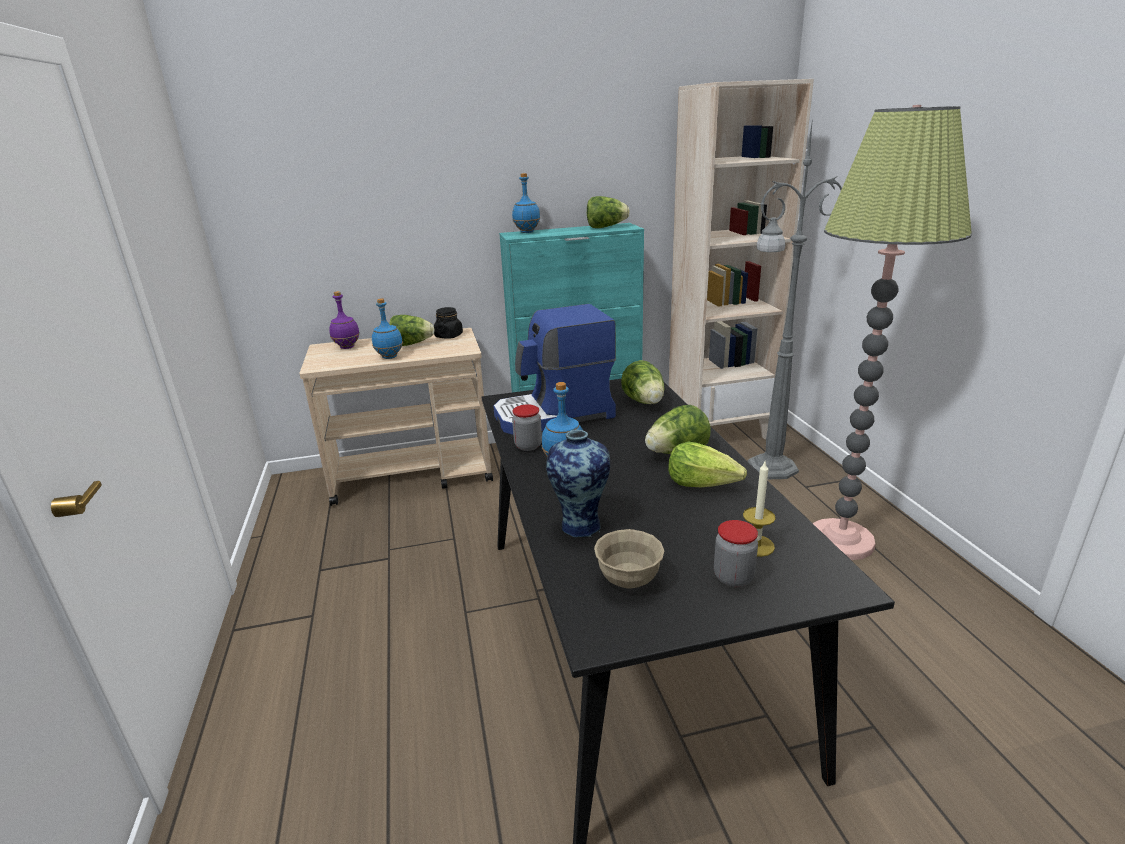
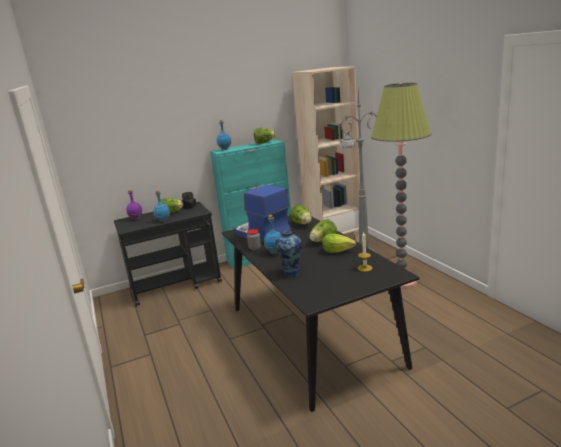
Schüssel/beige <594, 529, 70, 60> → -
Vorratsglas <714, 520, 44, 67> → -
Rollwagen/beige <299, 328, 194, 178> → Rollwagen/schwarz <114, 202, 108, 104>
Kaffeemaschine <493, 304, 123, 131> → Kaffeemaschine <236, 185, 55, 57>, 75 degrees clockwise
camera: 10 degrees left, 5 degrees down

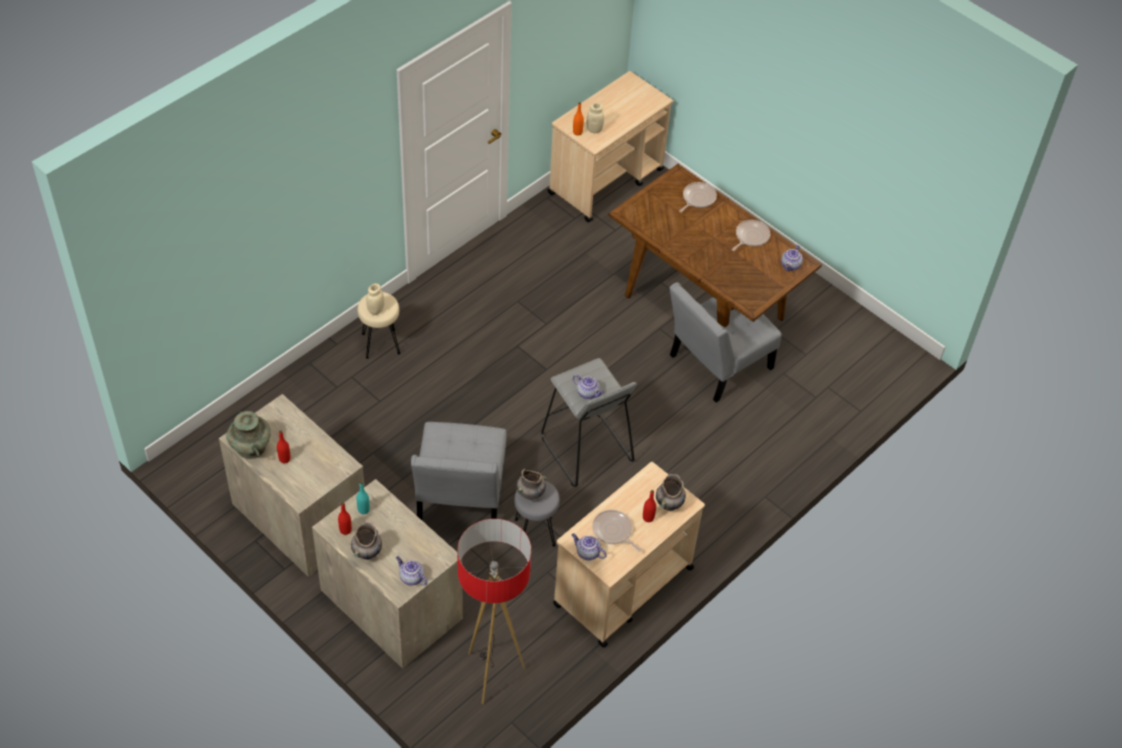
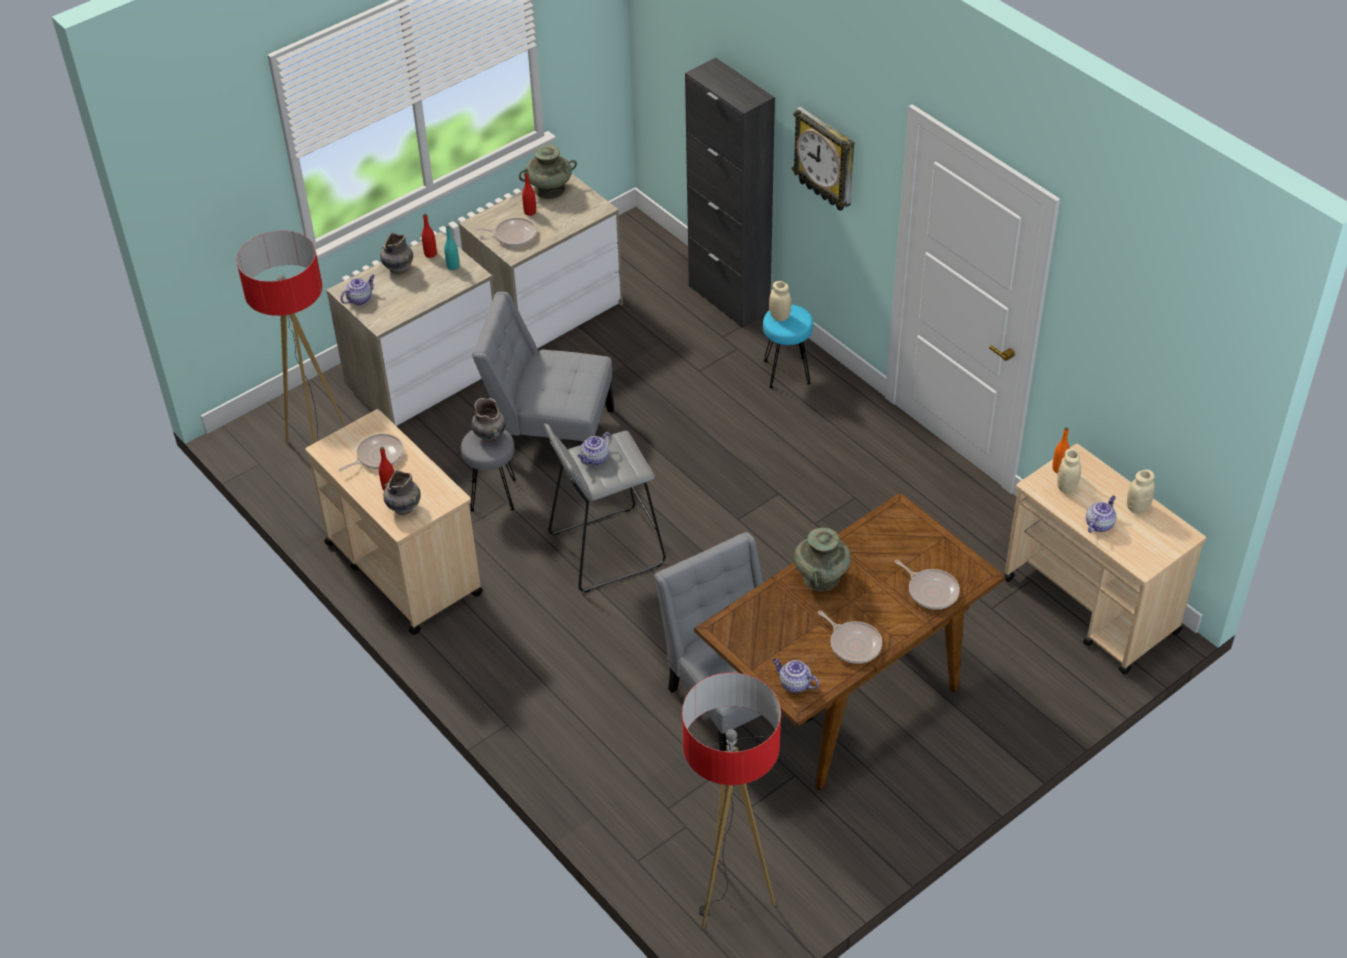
- → Pfanne <473, 218, 64, 29>
- → Stehlampe <682, 672, 99, 257>
- → Schrank/schwarz <685, 58, 90, 270>
- → Wanduhr <792, 106, 62, 105>
- → Vase/türkis <794, 528, 57, 63>
- → Vorratsglas/beige <1127, 470, 28, 43>
Teekanne <572, 533, 35, 27> → Teekanne <1086, 496, 30, 37>, move
Hocker/beige <357, 292, 43, 67> → Hocker/türkis <763, 304, 50, 84>
camera: 100 degrees right, 5 degrees down

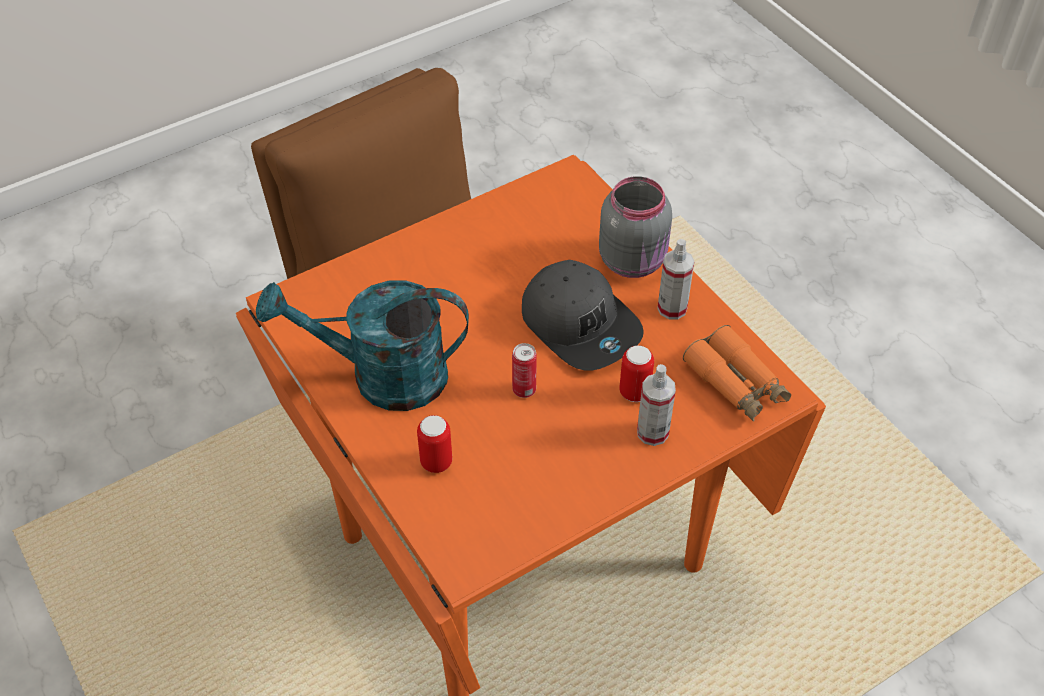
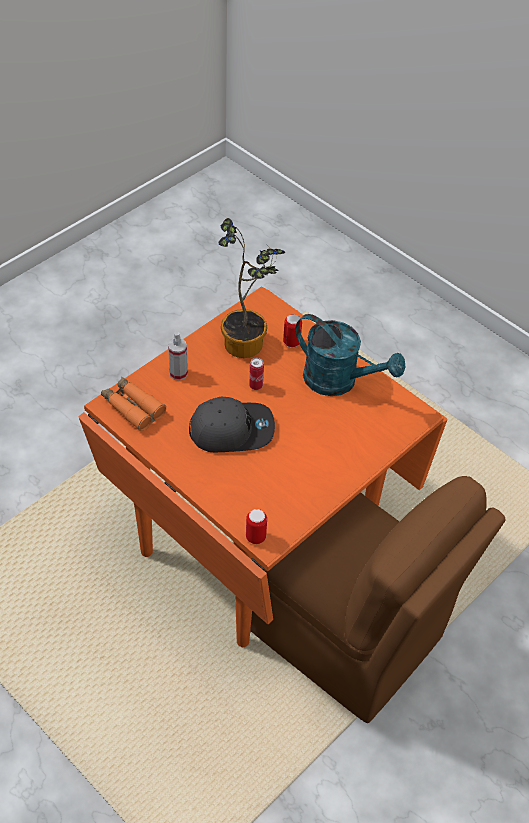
Vorratsglas/grau <599, 176, 73, 102> → -
Sprühflasche <657, 239, 37, 80> → -
- → Topfpflanze <218, 218, 67, 140>
Dose <619, 345, 35, 57> → Dose <246, 509, 21, 35>, move
Gießkanne/türkis <256, 281, 213, 130> → Gießkanne/türkis <295, 314, 110, 82>, 45 degrees clockwise
Kappe/grau <522, 260, 122, 110> → Kappe/grau <189, 397, 86, 56>, 135 degrees clockwise
camera: 165 degrees right, 0 degrees up

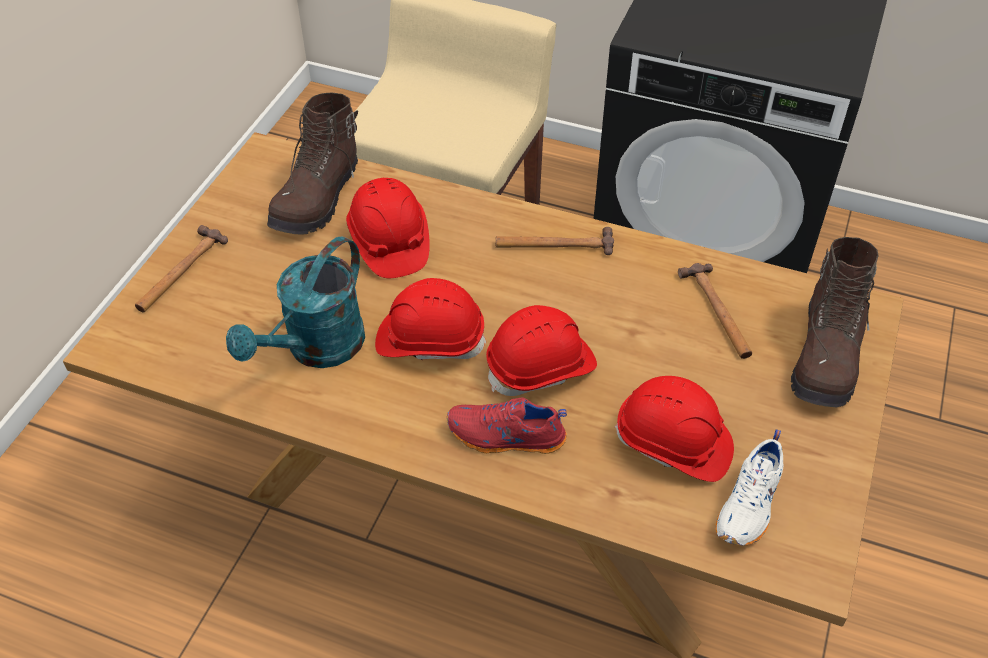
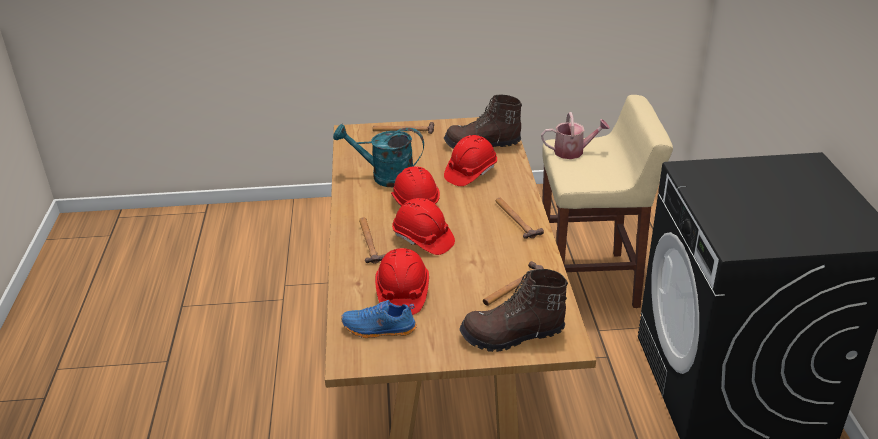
- → Gießkanne <541, 112, 69, 47>
Schuh/rot <447, 397, 120, 57> → Hammer <359, 217, 27, 47>
Schuh/weiß <715, 429, 69, 117> → Schuh/blau <341, 300, 76, 38>
camera: 65 degrees right, 15 degrees down

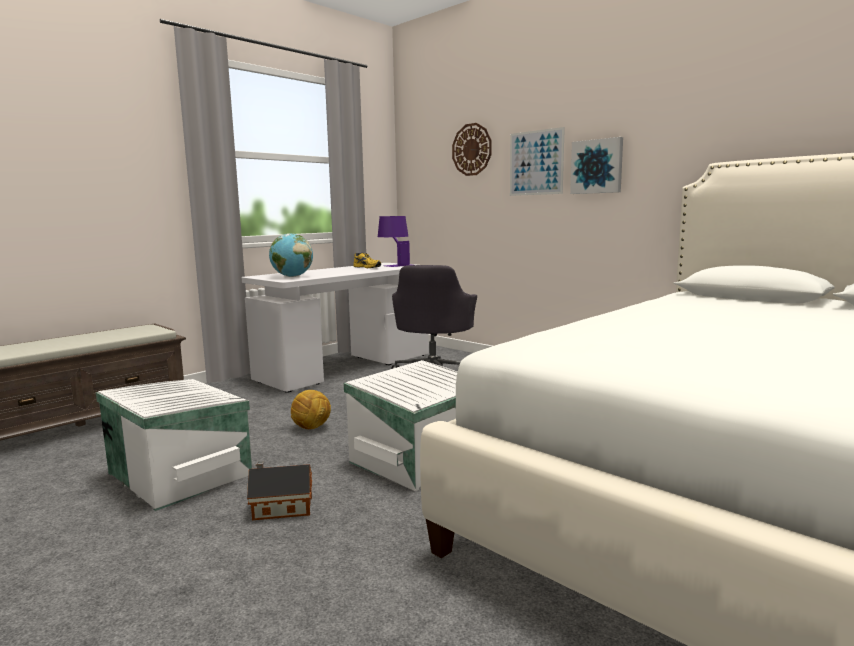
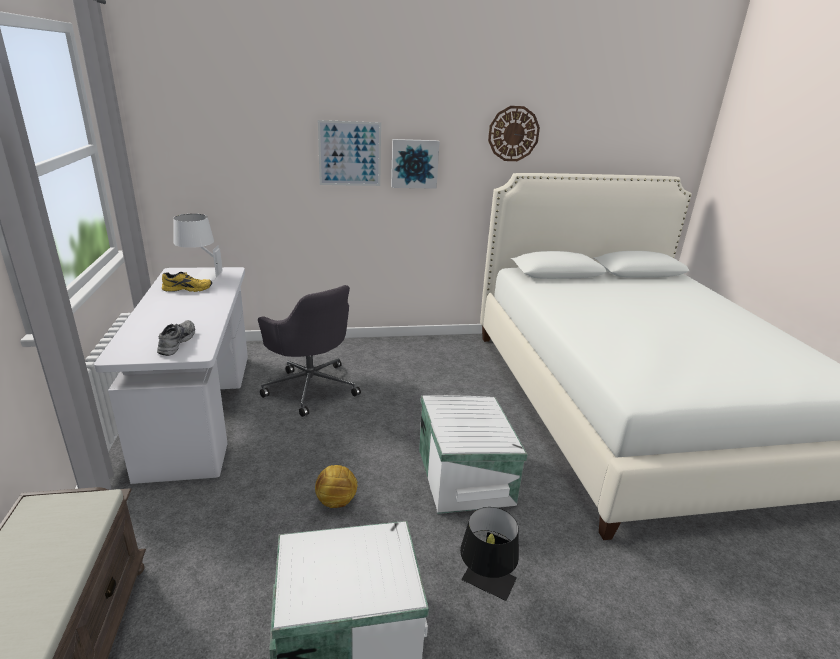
Wanduhr <452, 123, 40, 53> → Wanduhr <488, 106, 52, 55>, move
Spielzeughaus <247, 461, 65, 59> → Tischlampe/schwarz <460, 507, 59, 94>
Globus <269, 233, 44, 44> → Schuh/grau <157, 320, 38, 36>
Tischlampe/lila <378, 216, 32, 51> → Tischlampe/weiß <173, 214, 50, 67>
camera: 55 degrees left, 15 degrees up

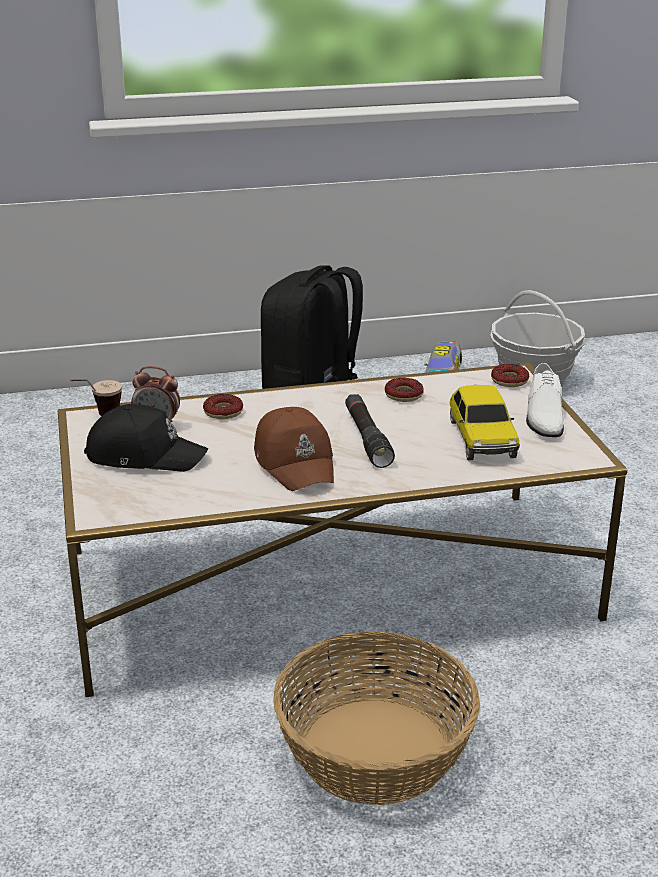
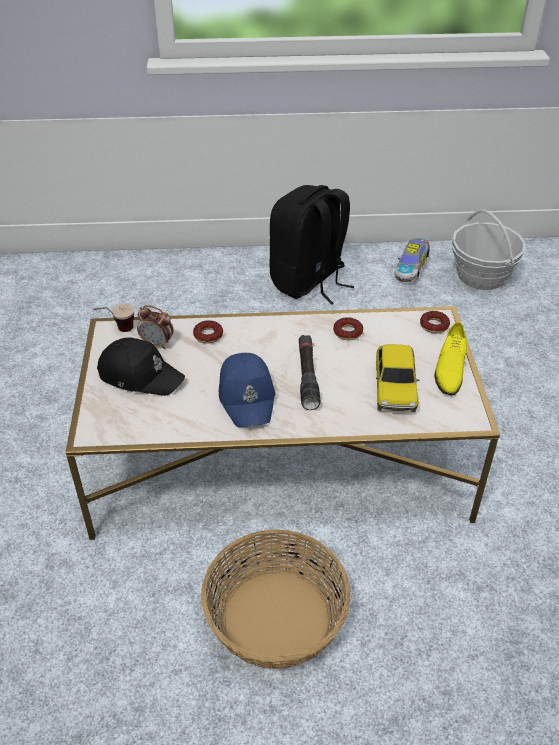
Kappe/braun <254, 407, 80, 84> → Kappe/blau <219, 353, 56, 74>
Schuh/weiß <526, 363, 38, 74> → Schuh/gelb <434, 322, 33, 73>
camera: 10 degrees right, 15 degrees up

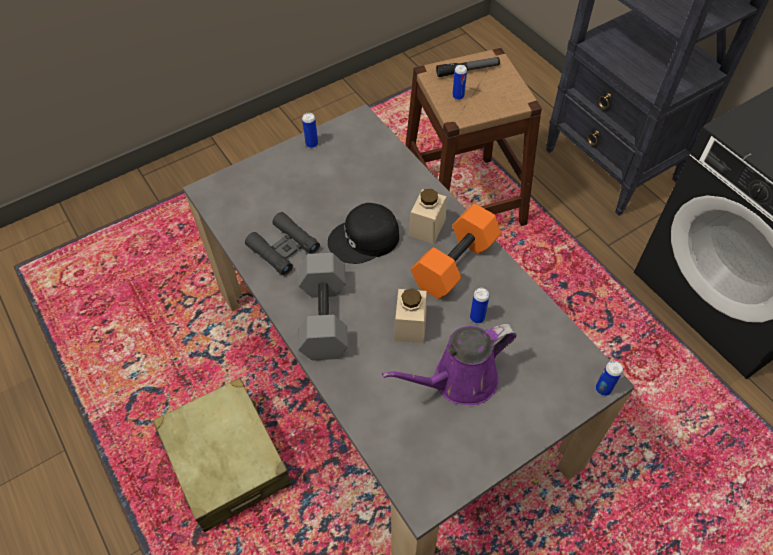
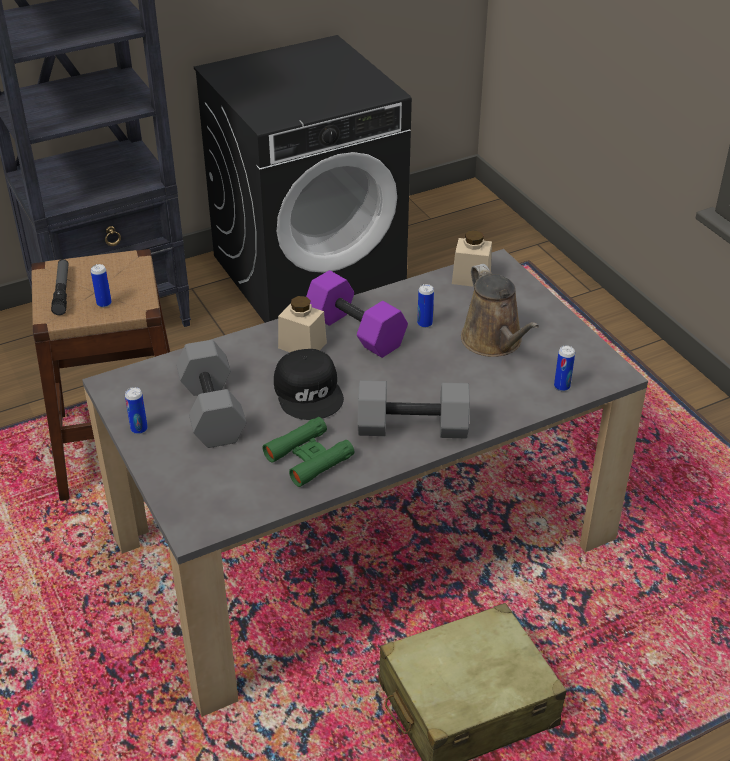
- → Hantel/grau <176, 340, 71, 108>
Vorratsglas/beige <394, 288, 33, 55> → Vorratsglas/beige <452, 230, 40, 56>, move
Dose <596, 361, 27, 35> → Dose <554, 346, 21, 45>, move
Fernglas/schwarz <245, 212, 75, 64> → Fernglas/grün <262, 417, 92, 70>
Gießkanne/lila <382, 324, 135, 81> → Gießkanne/braun <461, 264, 78, 93>
Hantel/orange <411, 204, 90, 95> → Hantel/lila <306, 270, 102, 88>
camera: 85 degrees left, 15 degrees down

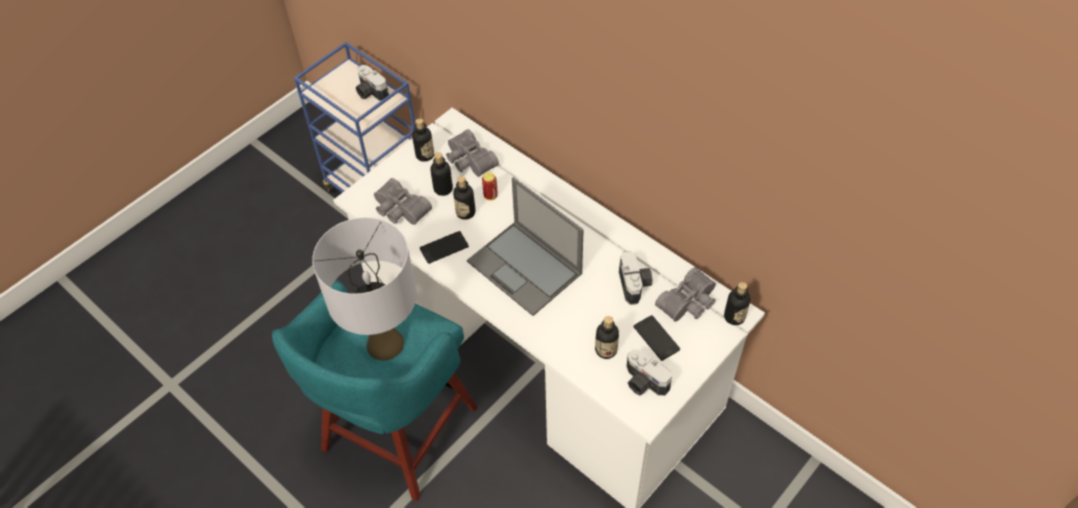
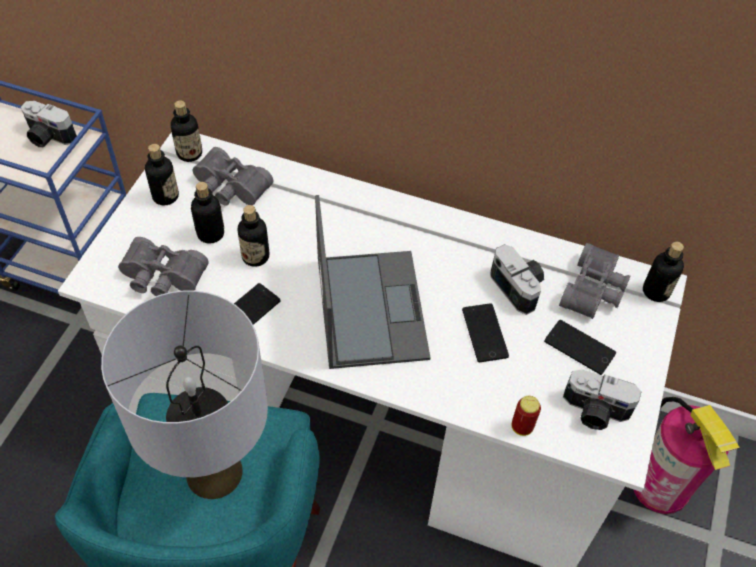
- → Handy <462, 304, 47, 58>
- → Feuerlöscher <633, 397, 107, 117>
Dose <482, 172, 16, 28> → Dose <512, 396, 29, 40>, move
Flasche <595, 316, 24, 43> → Flasche <171, 100, 31, 62>, move
Laptop <467, 177, 117, 139> → Laptop <315, 195, 115, 174>, 120 degrees counterclockwise
camera: 25 degrees left, 0 degrees up

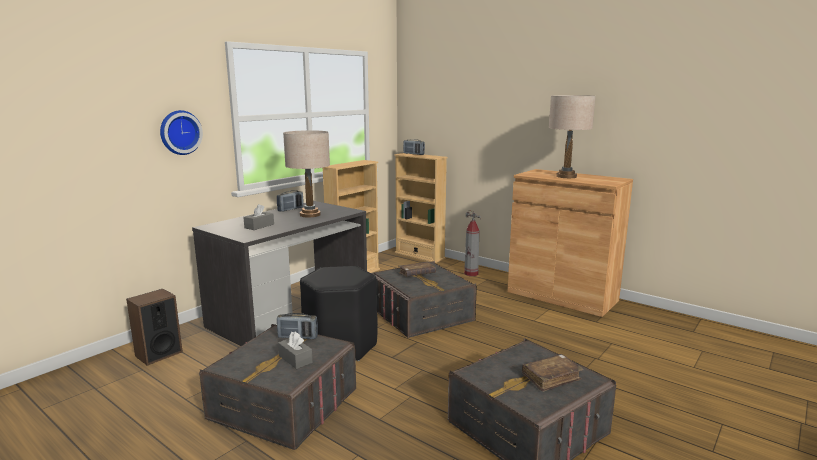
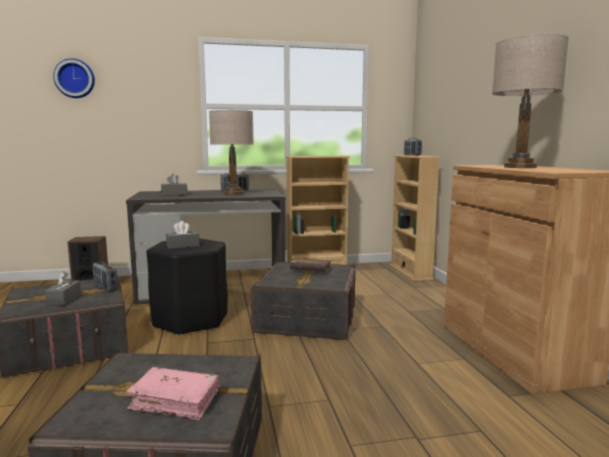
Feuerlöscher <464, 209, 17, 67> → -
- → Taschentuchbox/grau <166, 221, 34, 28>
Wanduhr <160, 110, 43, 45> → Wanduhr <53, 58, 42, 40>, move
Buch/braun <522, 354, 61, 38> → Buch/rosa <126, 367, 94, 53>
camera: 40 degrees right, 5 degrees down

